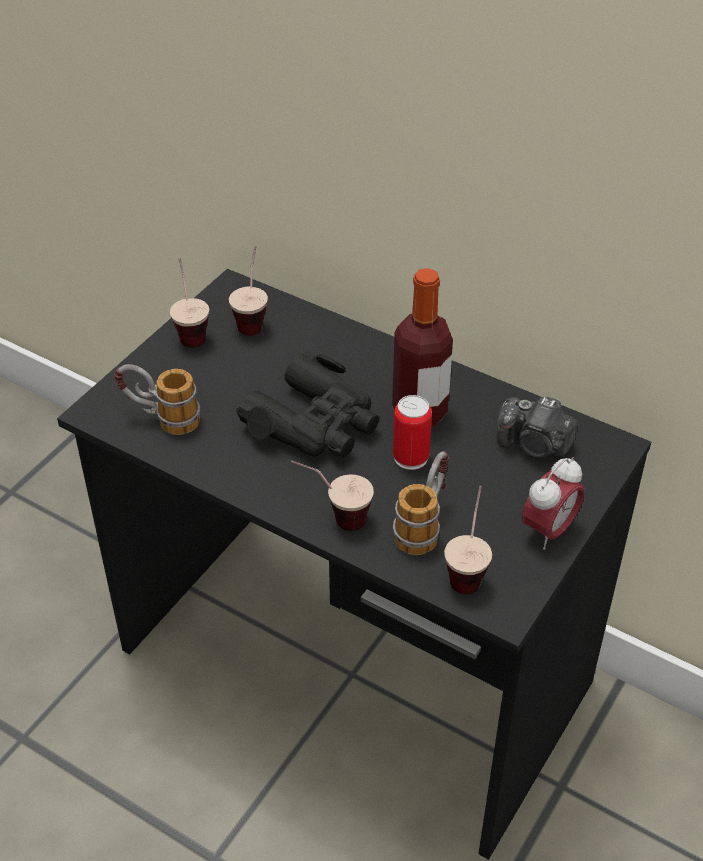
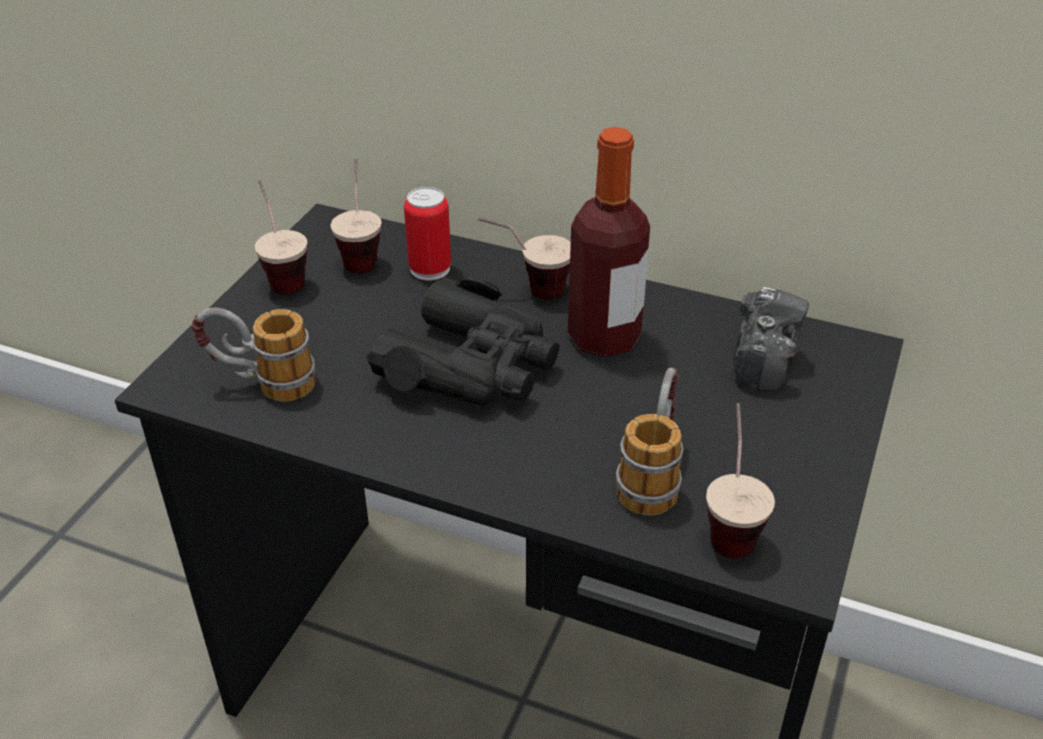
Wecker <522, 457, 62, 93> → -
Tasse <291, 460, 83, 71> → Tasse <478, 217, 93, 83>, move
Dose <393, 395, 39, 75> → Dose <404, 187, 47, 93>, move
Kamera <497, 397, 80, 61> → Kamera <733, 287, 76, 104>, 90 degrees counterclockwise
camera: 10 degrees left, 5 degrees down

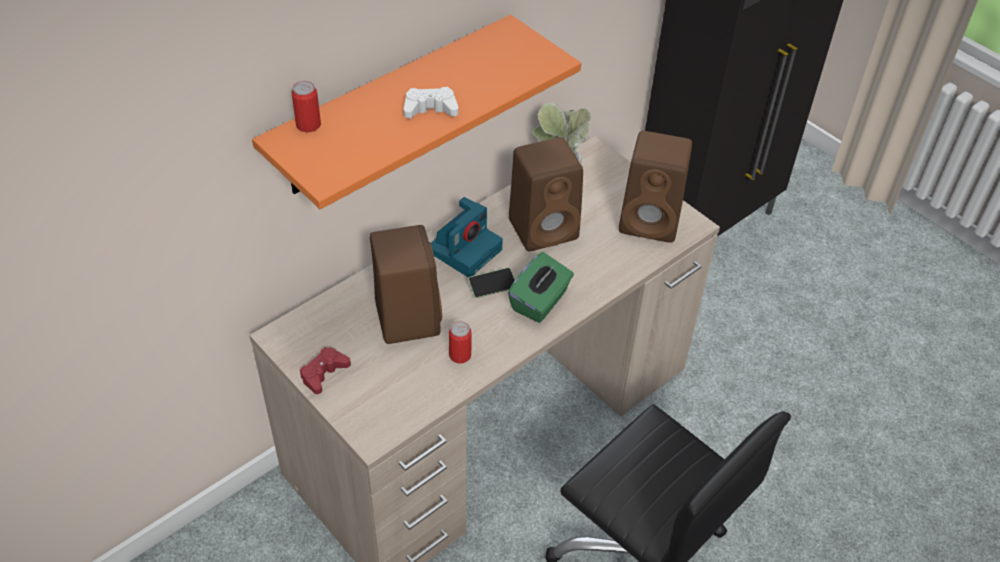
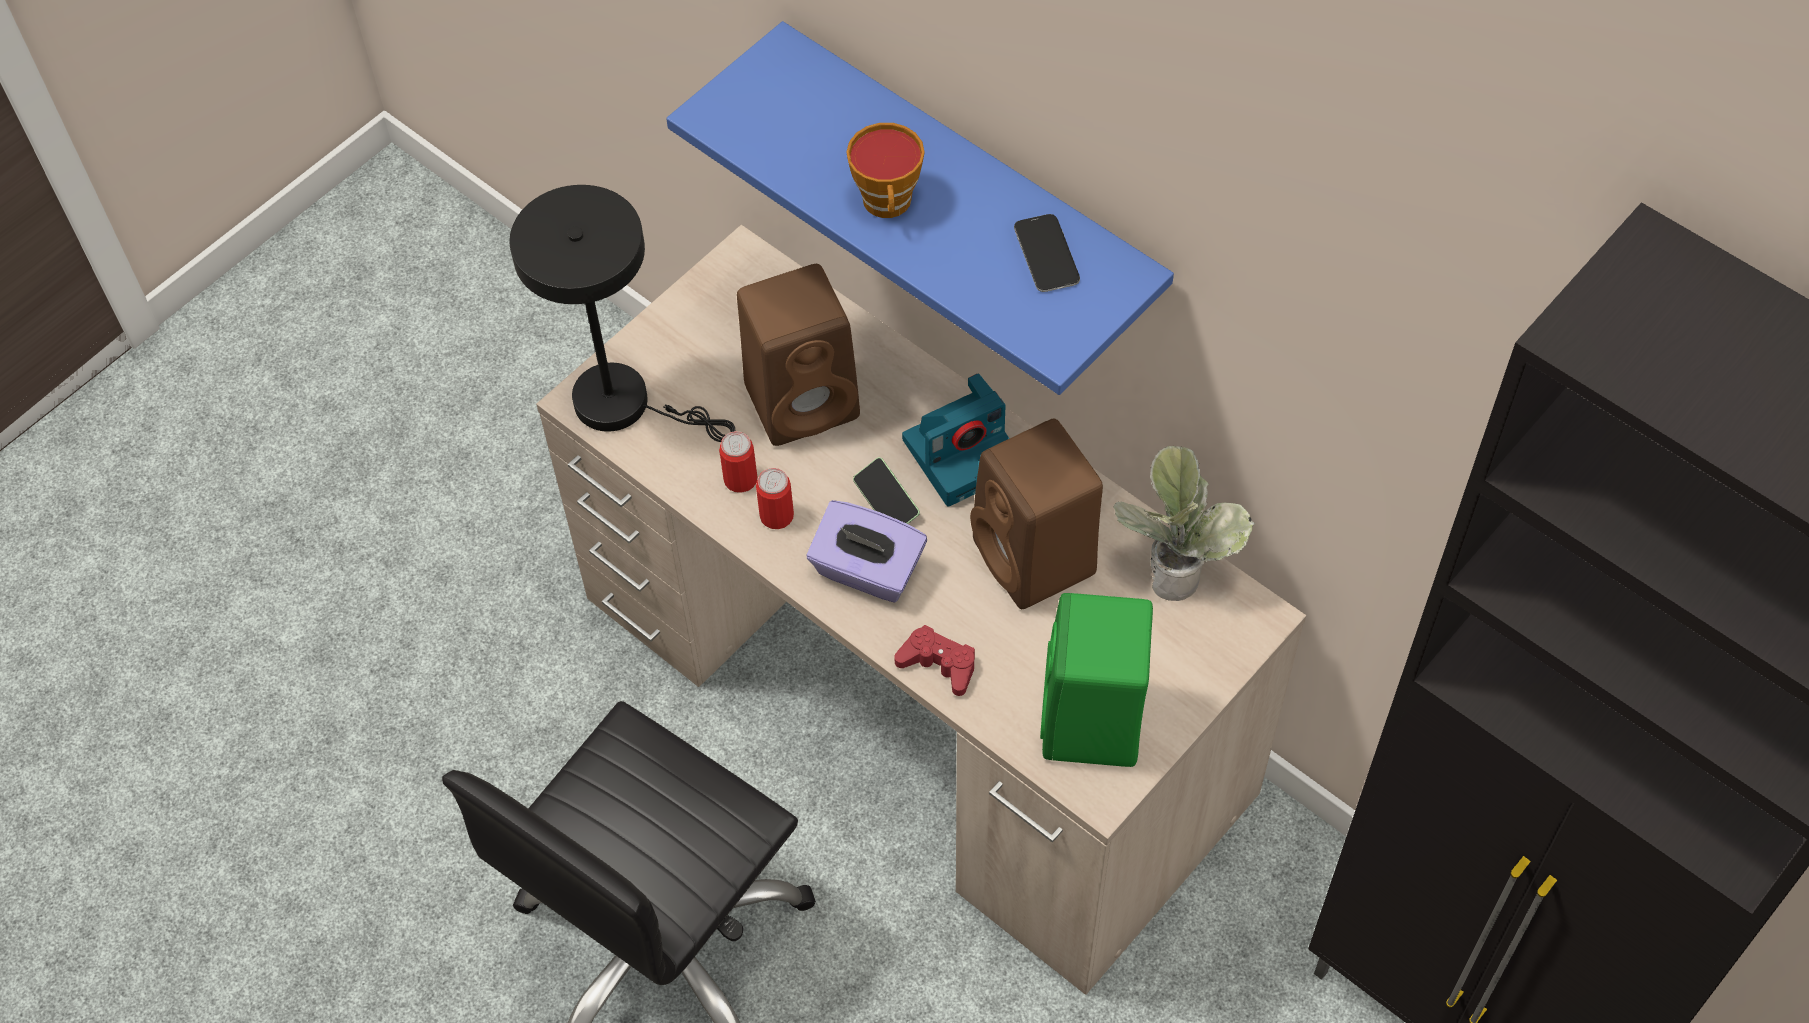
- → Tischlampe/schwarz <509, 185, 226, 257>
- → Handy <1014, 214, 66, 78>
Dose <292, 81, 29, 51> → Dose <756, 468, 38, 61>, move
Gamepad/rot <300, 347, 51, 47> → Gamepad/rot <894, 625, 81, 71>, move
Gamepad/weiß <403, 87, 55, 31> → Tasse <846, 123, 79, 95>
Wandregal/orange <252, 14, 329, 195> → Wandregal/blau <666, 21, 508, 374>
Taschentuchbox/grün <508, 252, 66, 71> → Taschentuchbox/lila <807, 500, 120, 102>
Lautsprecher/braun <619, 131, 73, 112> → Lautsprecher/grün <1040, 593, 113, 174>
Kamera <431, 197, 72, 81> → Kamera <902, 373, 108, 134>, 60 degrees counterclockwise
camera: 85 degrees right, 10 degrees up

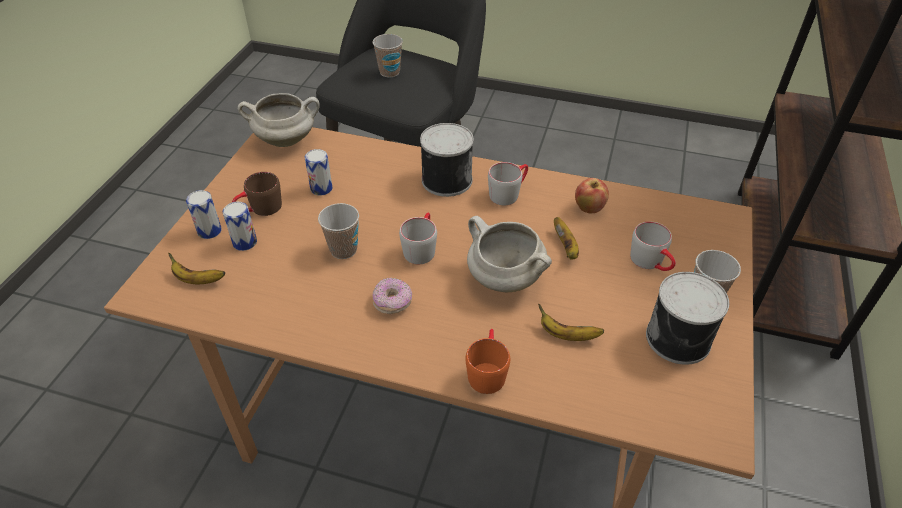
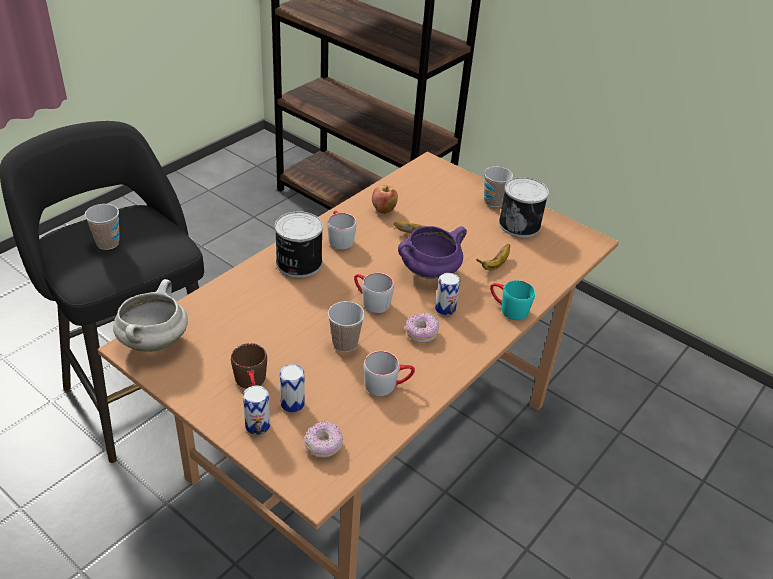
Dose <305, 149, 27, 47> → Dose <435, 273, 25, 43>, move
Henkelbecher/grau <630, 222, 46, 49> → Henkelbecher/grau <363, 351, 52, 45>, move
Banane <168, 253, 57, 31> → Donut <304, 421, 39, 36>
Henkelbecher/orange <466, 329, 44, 65> → Henkelbecher/türkis <490, 280, 45, 40>
Kochtopf/weiß <467, 216, 85, 76> → Kochtopf/lila <398, 226, 69, 53>
camera: 70 degrees left, 5 degrees down

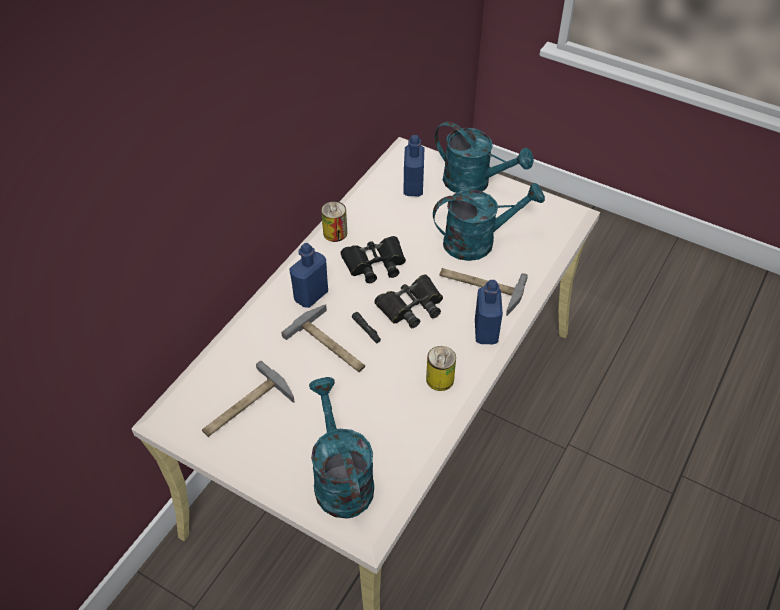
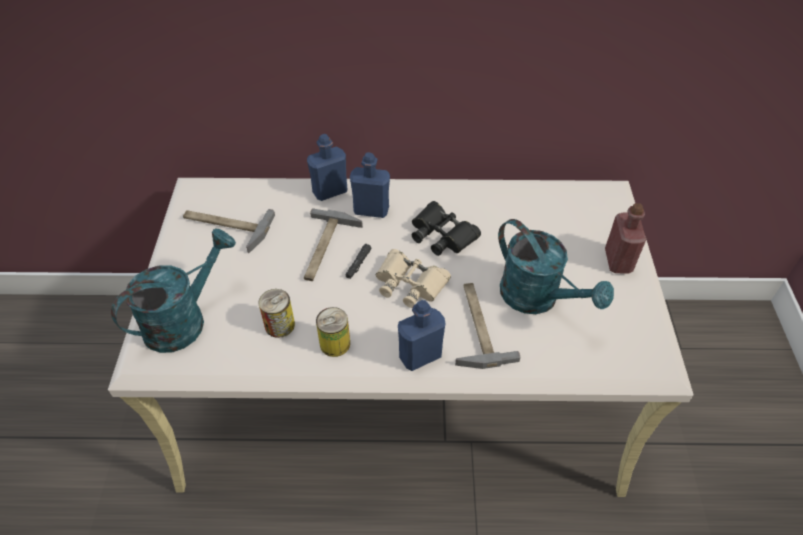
Dose <321, 201, 26, 41> → Dose <259, 289, 36, 49>, move
Flasche/blau <403, 135, 21, 61> → Flasche/blau <307, 134, 40, 67>, move
Gießkanne/türkis <435, 122, 99, 71> → Flasche/rot <605, 203, 41, 71>
Fernglas/schwarz <374, 274, 69, 54> → Fernglas/beige <376, 249, 75, 59>
camera: 60 degrees right, 0 degrees up

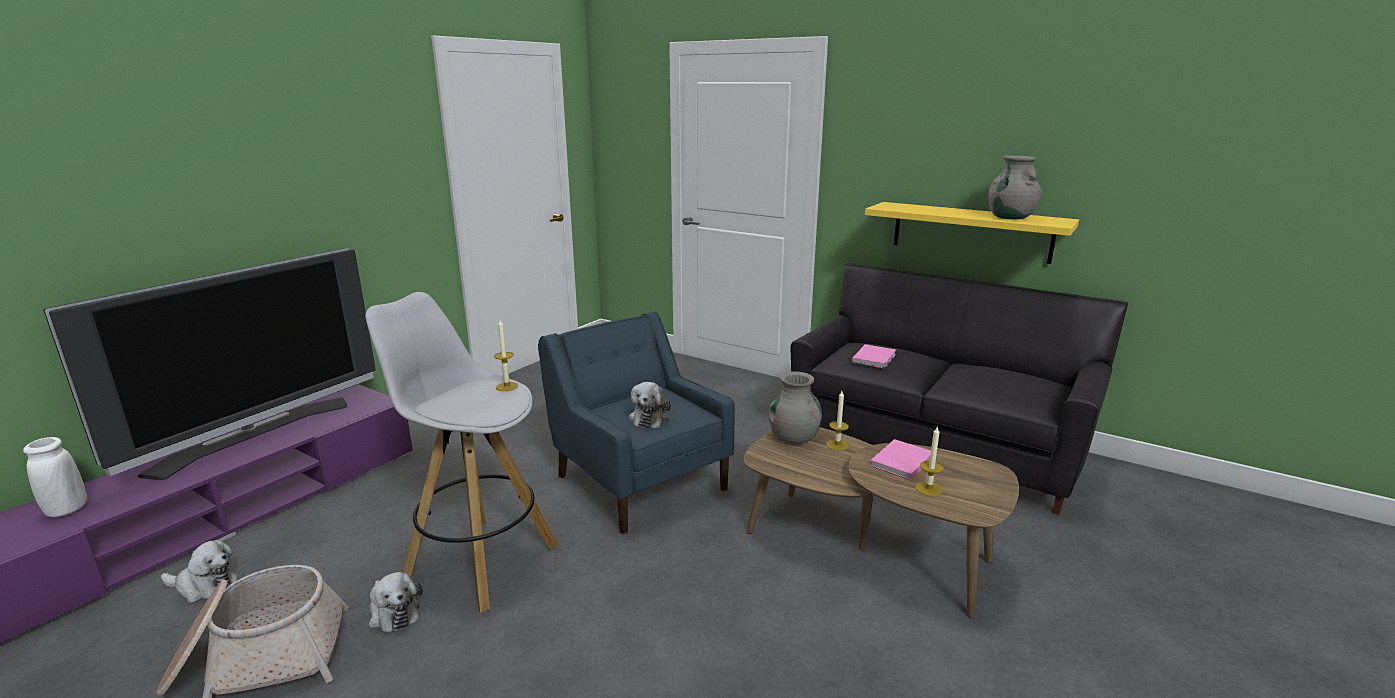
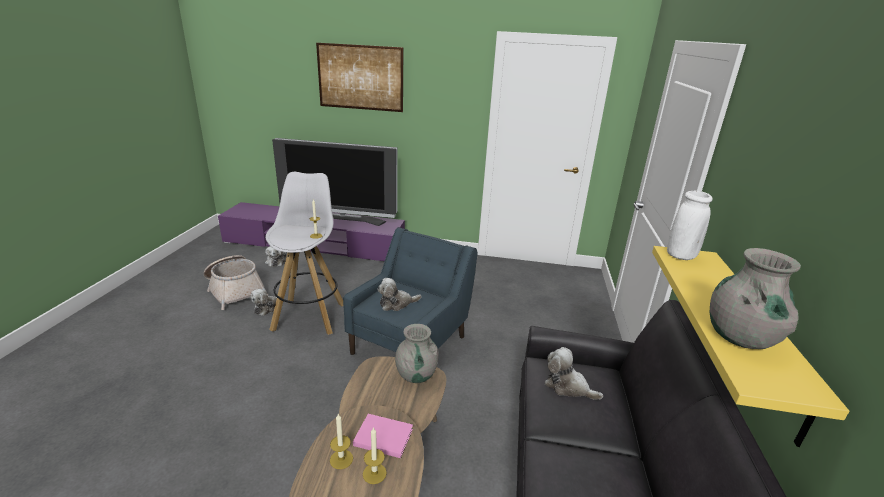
- → Bild <316, 43, 88, 69>
Vase/weiß <23, 437, 64, 80> → Vase/weiß <667, 191, 46, 69>, move
Kerze <826, 391, 23, 60> → Kerze <363, 427, 24, 57>, move
Buch/rosa <852, 344, 44, 25> → Plüschtier <545, 347, 58, 53>
camera: 65 degrees right, 5 degrees up

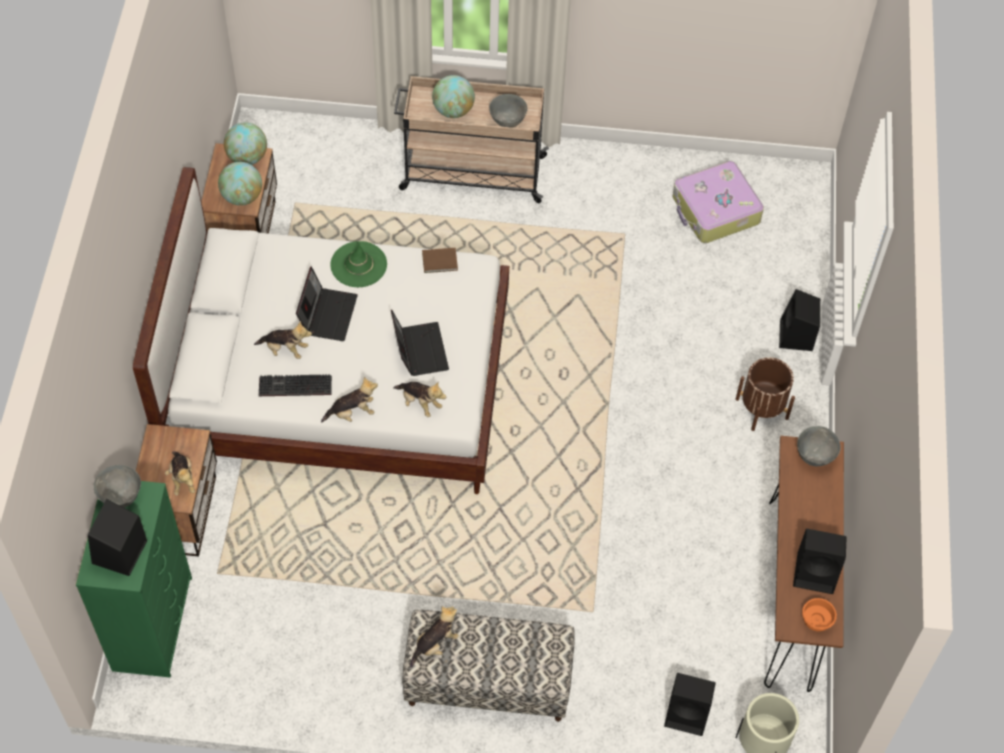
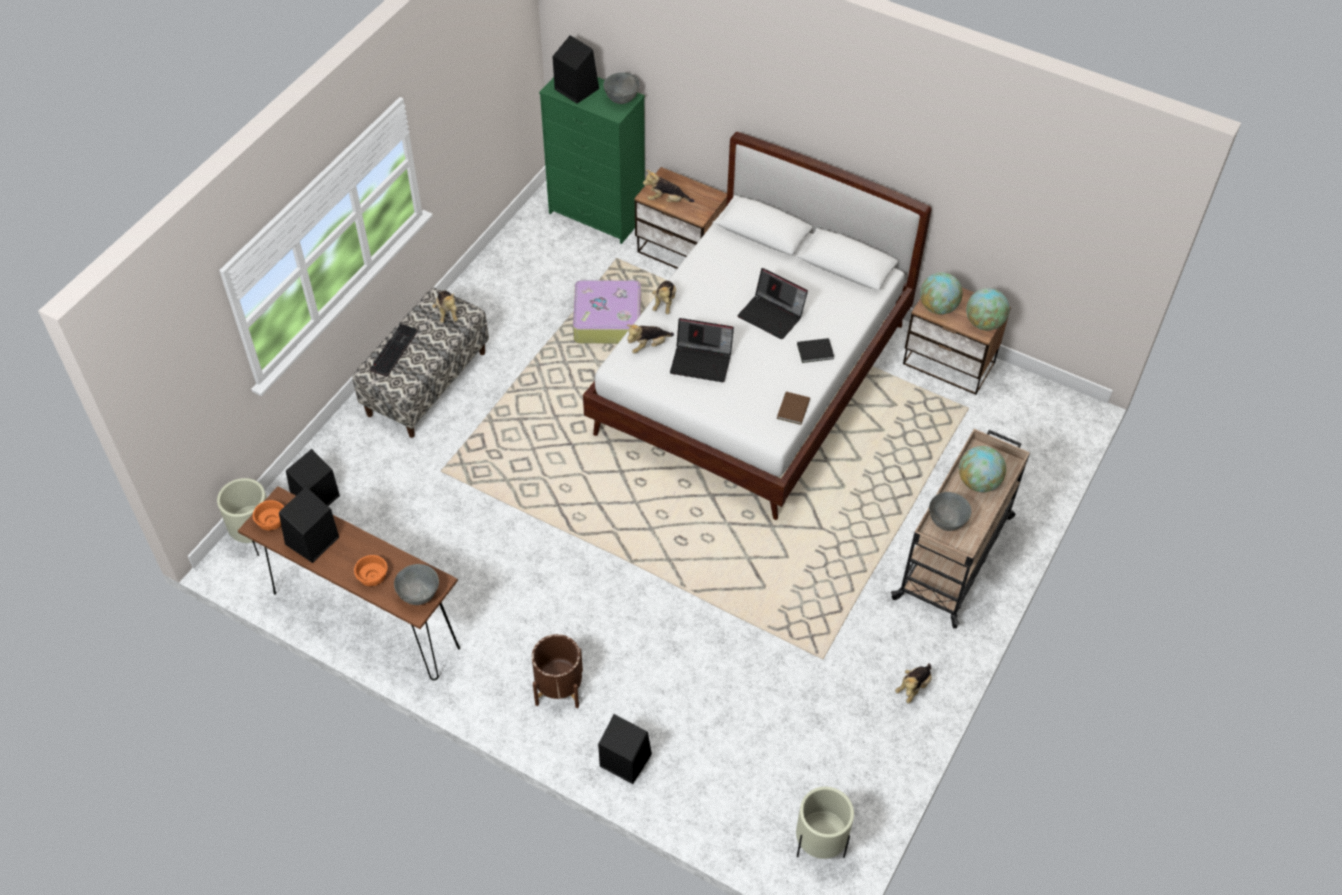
- → Schüssel/orange <354, 555, 34, 31>
- → Pflanzkübel/beige <796, 787, 58, 72>
Plüschtier <254, 321, 58, 38> → Plüschtier <895, 663, 37, 41>, move
Tastatur <259, 374, 73, 22> → Tastatur <370, 323, 48, 54>, move
Koffer <672, 161, 92, 82> → Koffer <573, 279, 68, 65>, move
Hut/grün <330, 241, 57, 46> → Buch/schwarz <797, 338, 37, 25>
camera: 115 degrees right, 5 degrees down

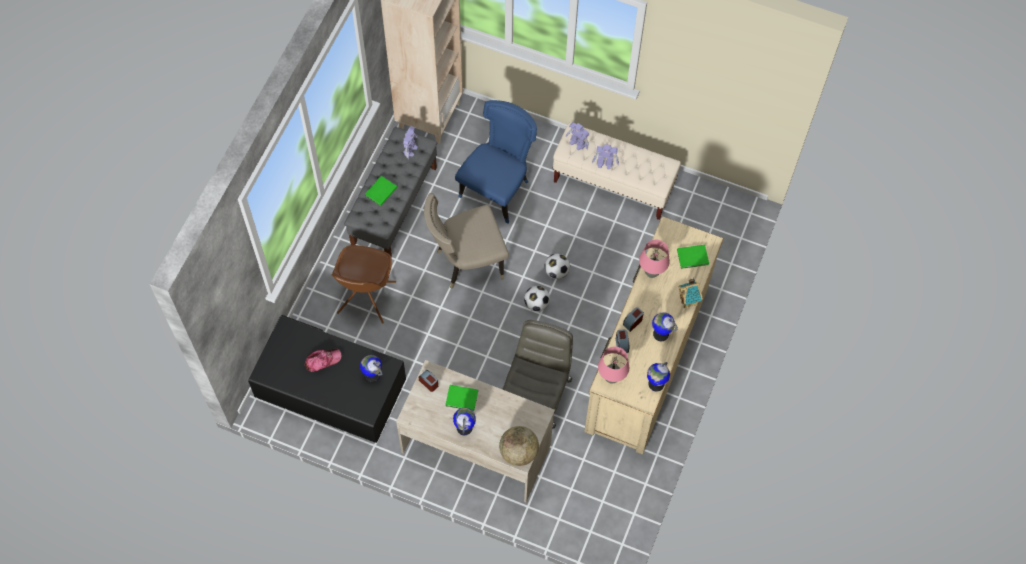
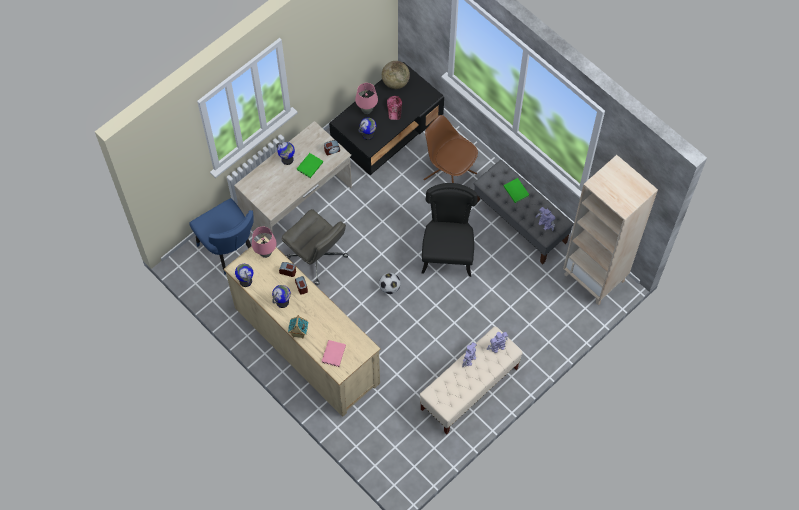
Fußball <544, 254, 26, 25> → -
Stuhl/blau <455, 100, 82, 124> → Stuhl/blau <189, 198, 65, 77>, move
Globus <499, 426, 40, 40> → Globus <382, 61, 28, 28>, move
Tischlampe/rosa <639, 240, 31, 38> → Tischlampe/rosa <355, 83, 23, 31>, move
Stuhl/beige <424, 193, 85, 96> → Stuhl/schwarz <422, 183, 56, 94>
Buch/grün <677, 245, 32, 24> → Buch/rosa <322, 340, 24, 27>
camera: 115 degrees right, 0 degrees up

